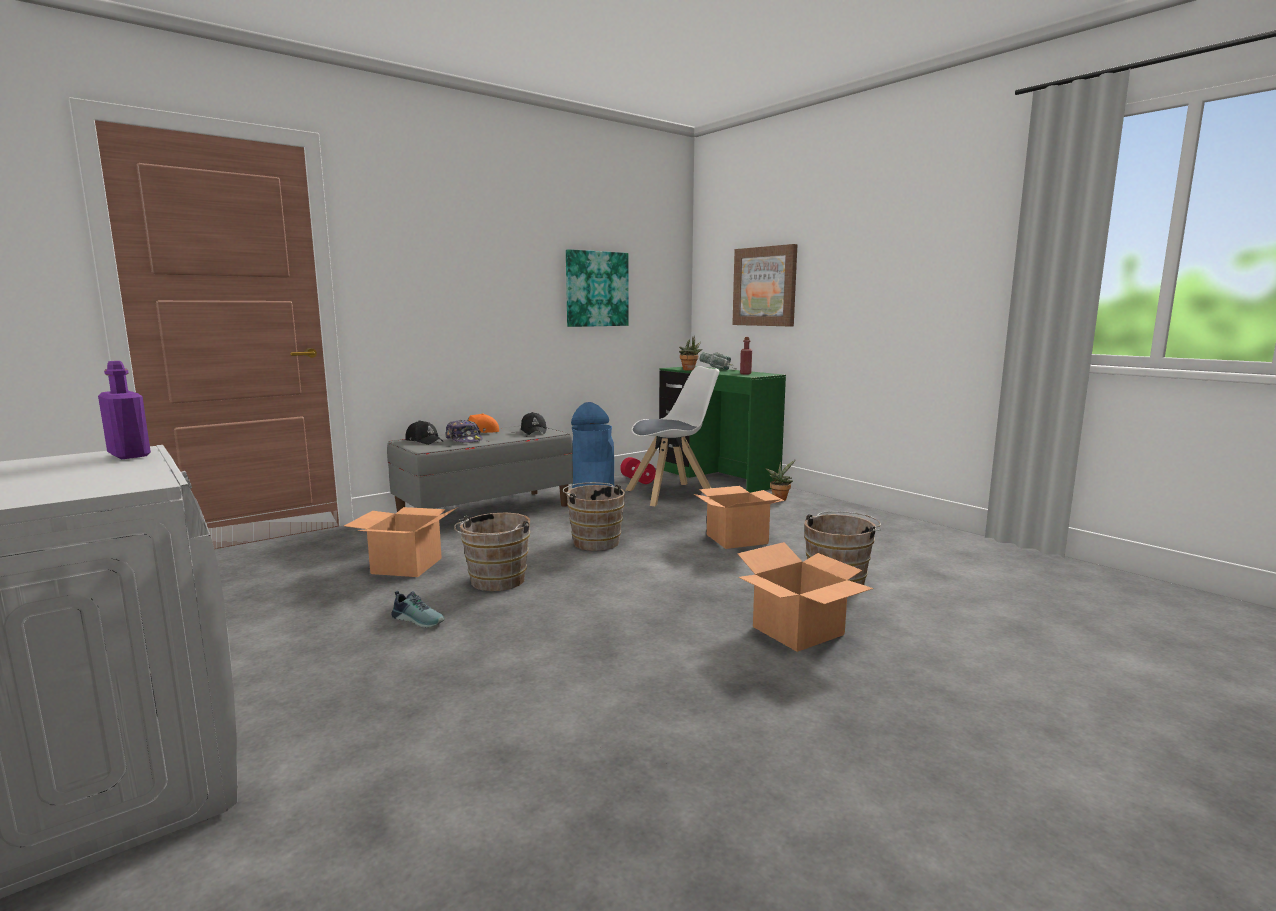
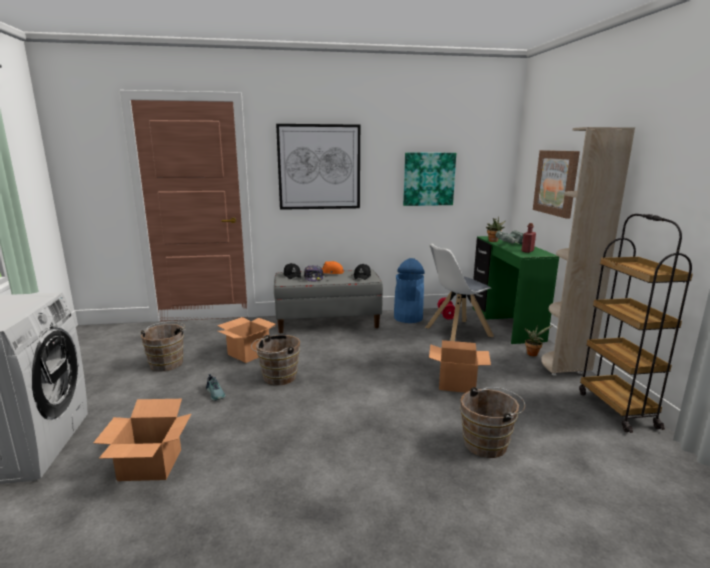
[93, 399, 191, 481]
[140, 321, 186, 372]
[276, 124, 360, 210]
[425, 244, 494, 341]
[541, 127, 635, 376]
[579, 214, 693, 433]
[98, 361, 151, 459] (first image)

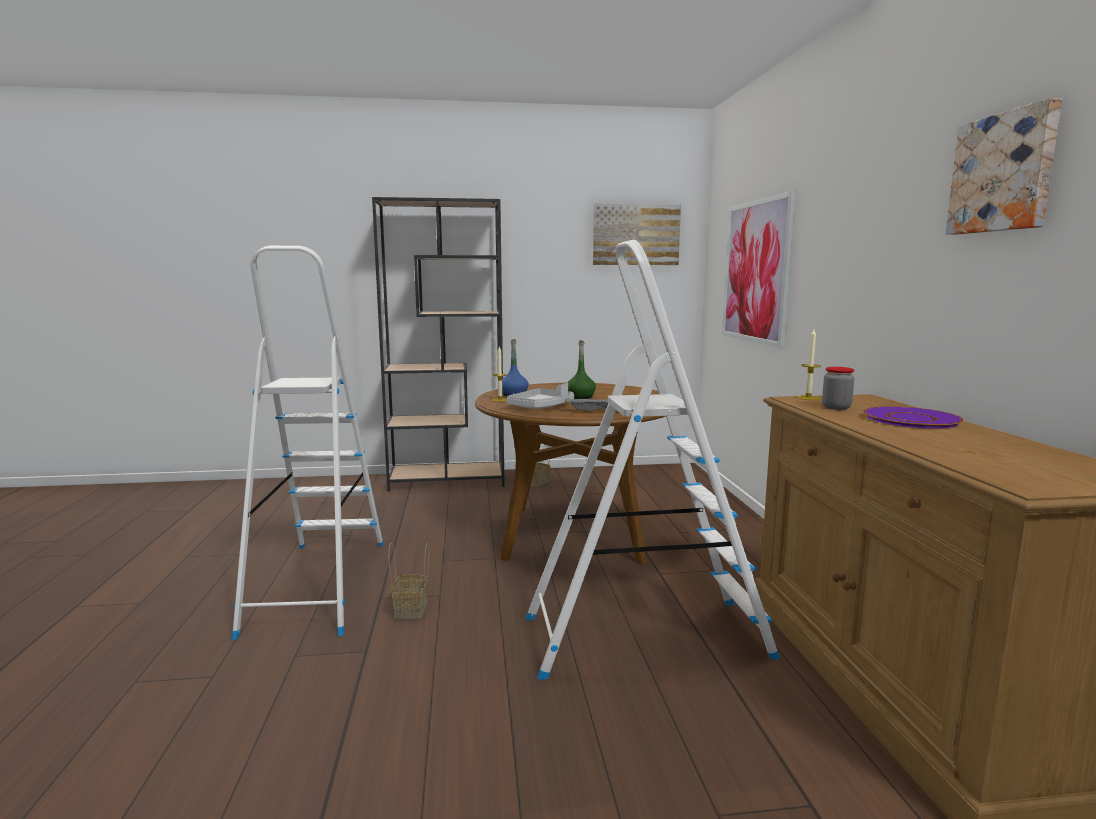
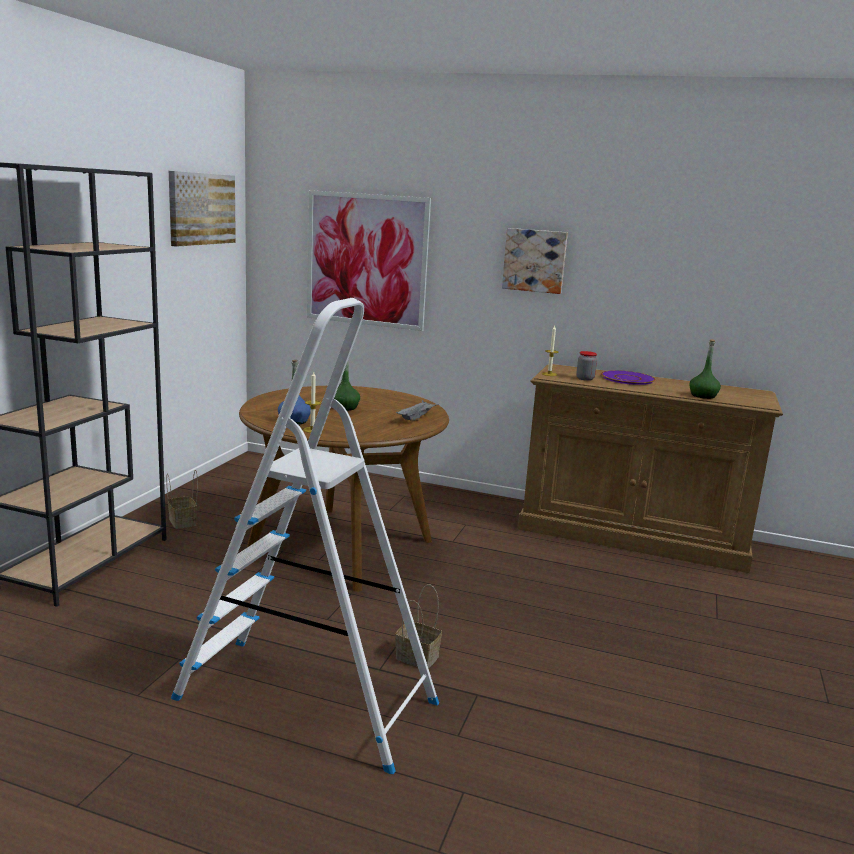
[502, 228, 568, 294]
[689, 339, 721, 399]
[506, 383, 574, 409] (first image)
[525, 240, 780, 680] (first image)

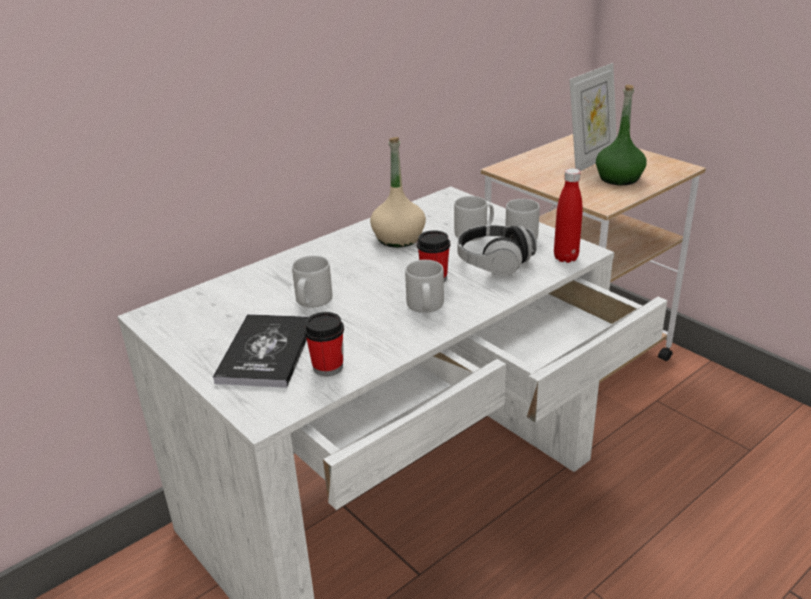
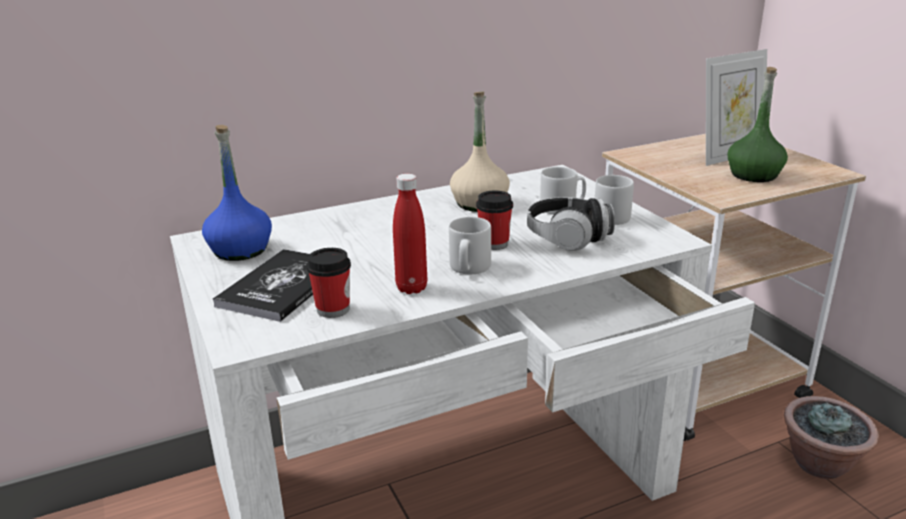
[202, 125, 272, 261]
[393, 174, 427, 294]
[784, 396, 879, 479]
[292, 256, 332, 308] (first image)

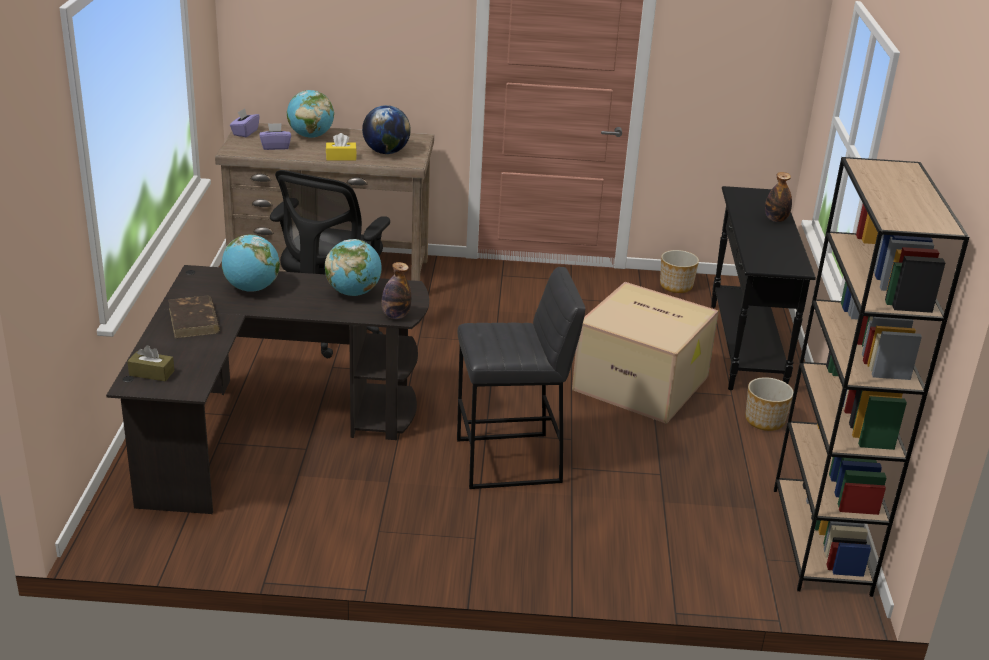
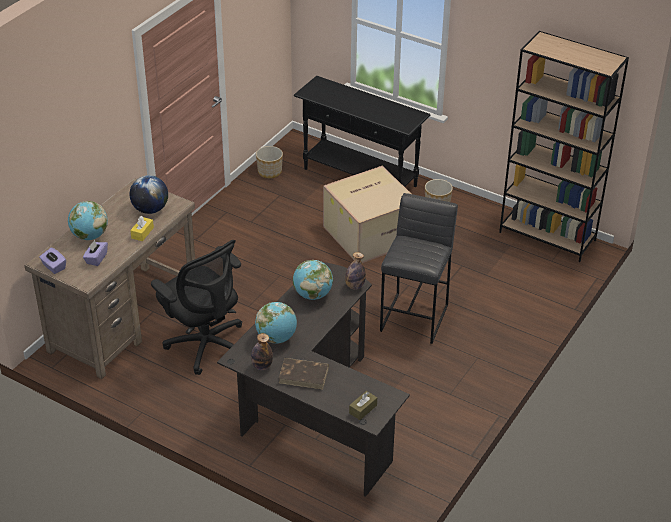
[251, 333, 273, 370]

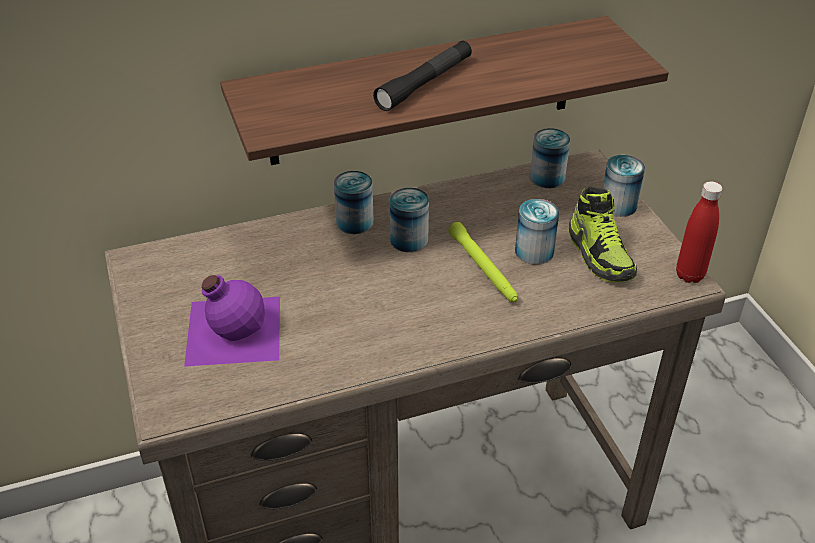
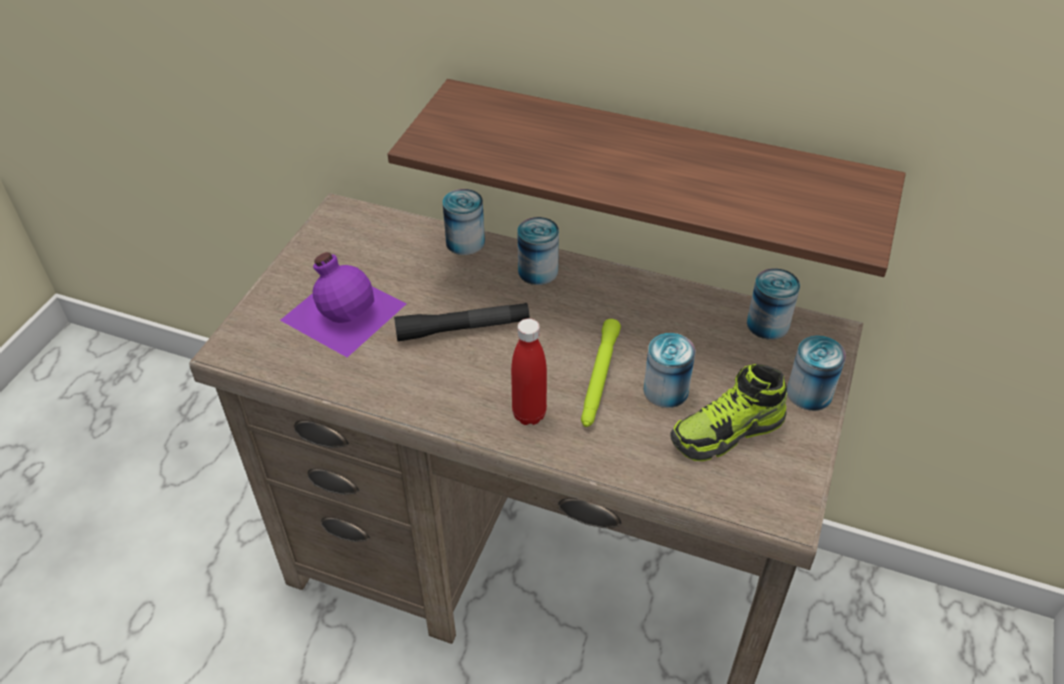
[394, 303, 530, 341]
[442, 189, 485, 255]
[511, 319, 547, 425]
[670, 364, 787, 461]

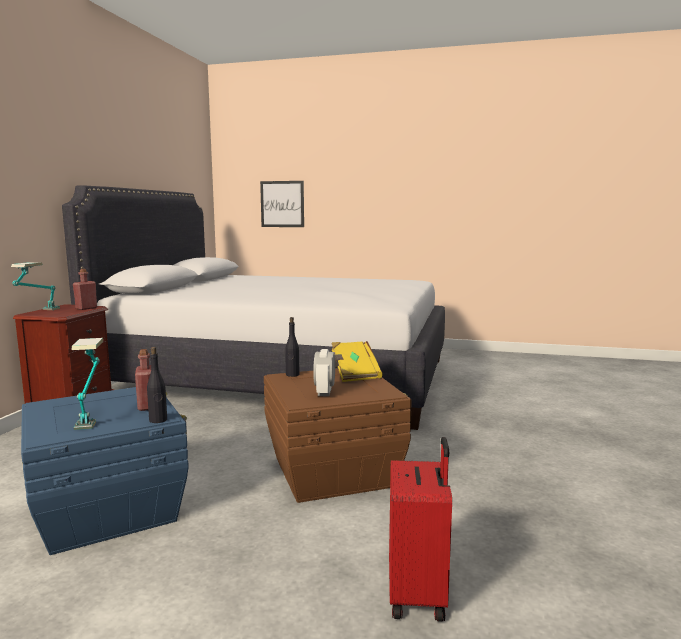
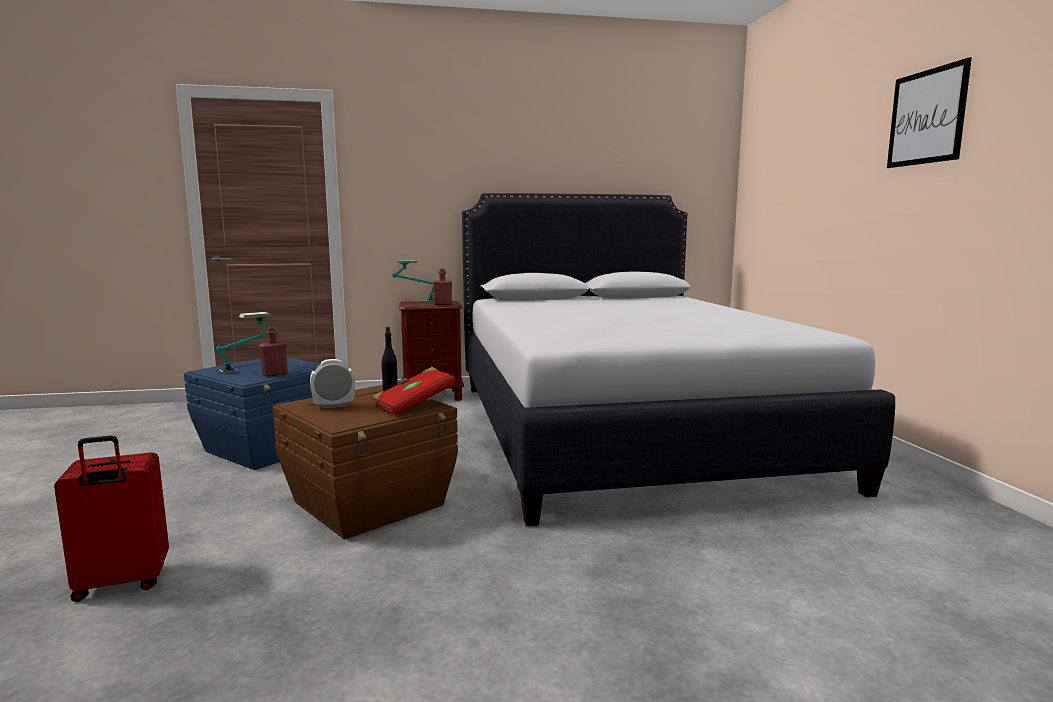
[372, 367, 456, 415]
[887, 57, 972, 168]
[147, 347, 167, 423] (first image)

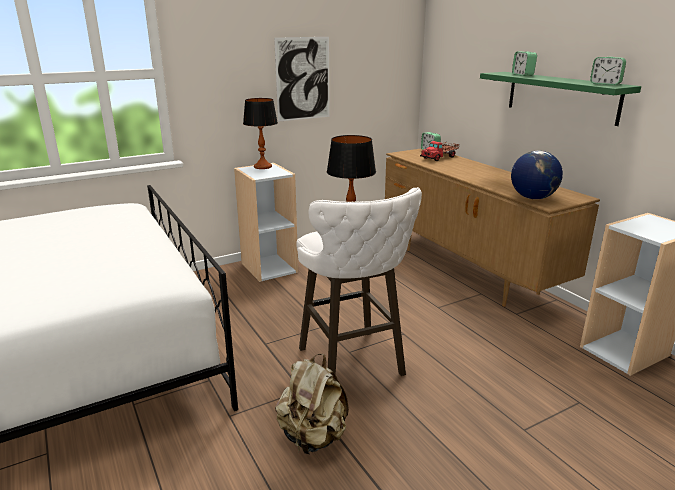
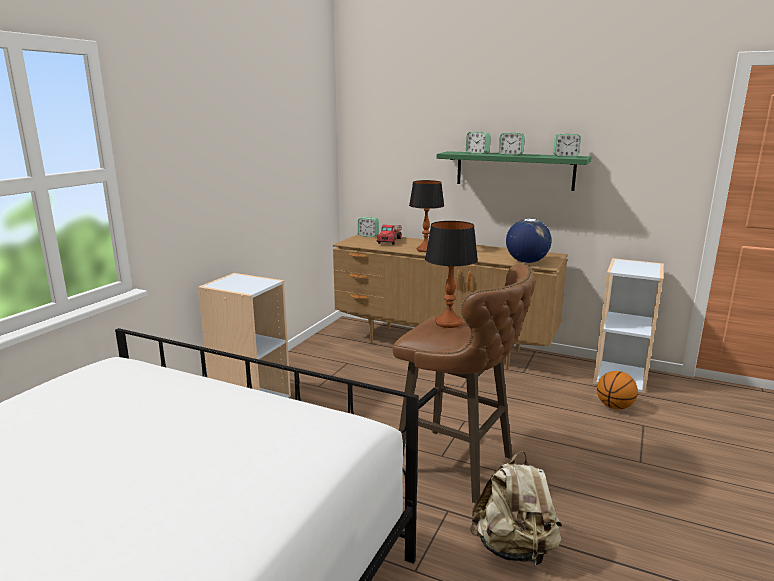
[392, 263, 535, 503]
[409, 180, 444, 252]
[499, 133, 525, 155]
[597, 371, 638, 410]
[274, 37, 330, 122] (first image)

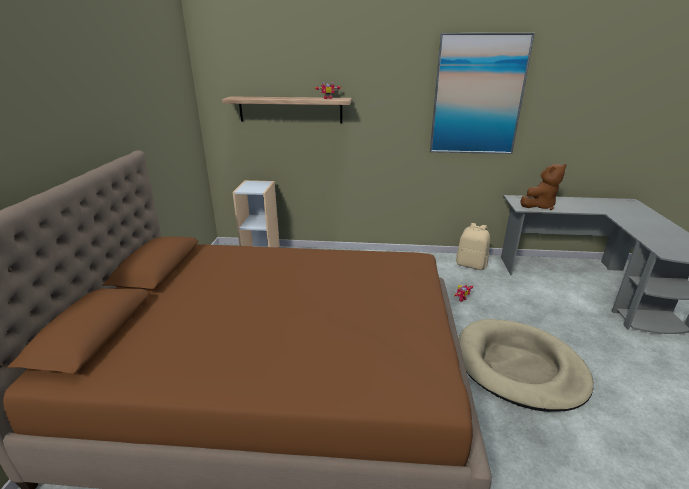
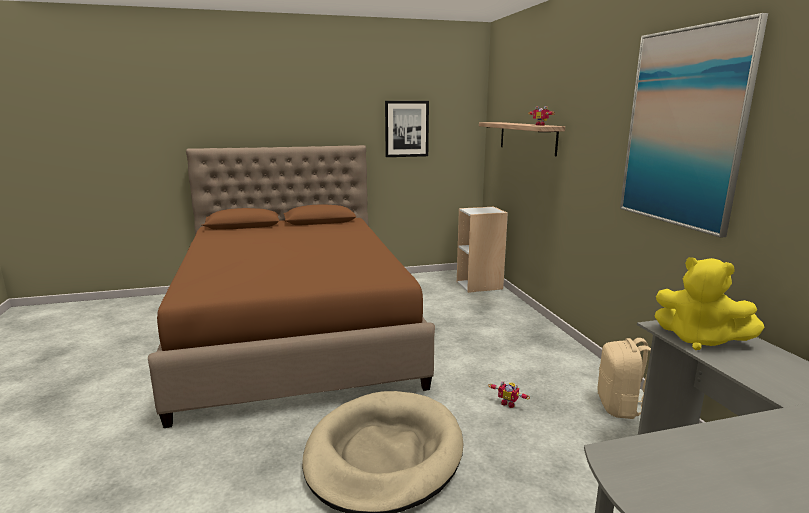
[385, 101, 429, 157]
[655, 257, 765, 350]

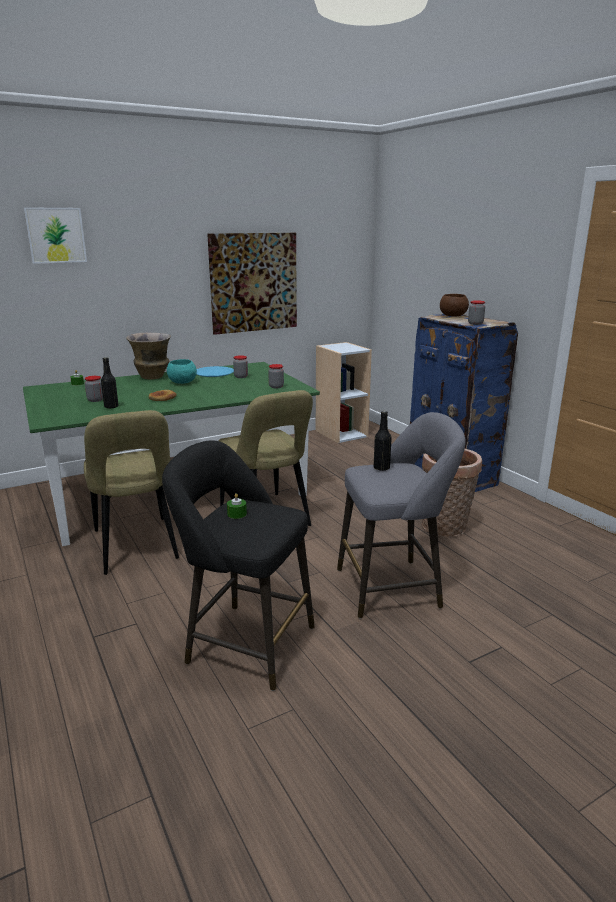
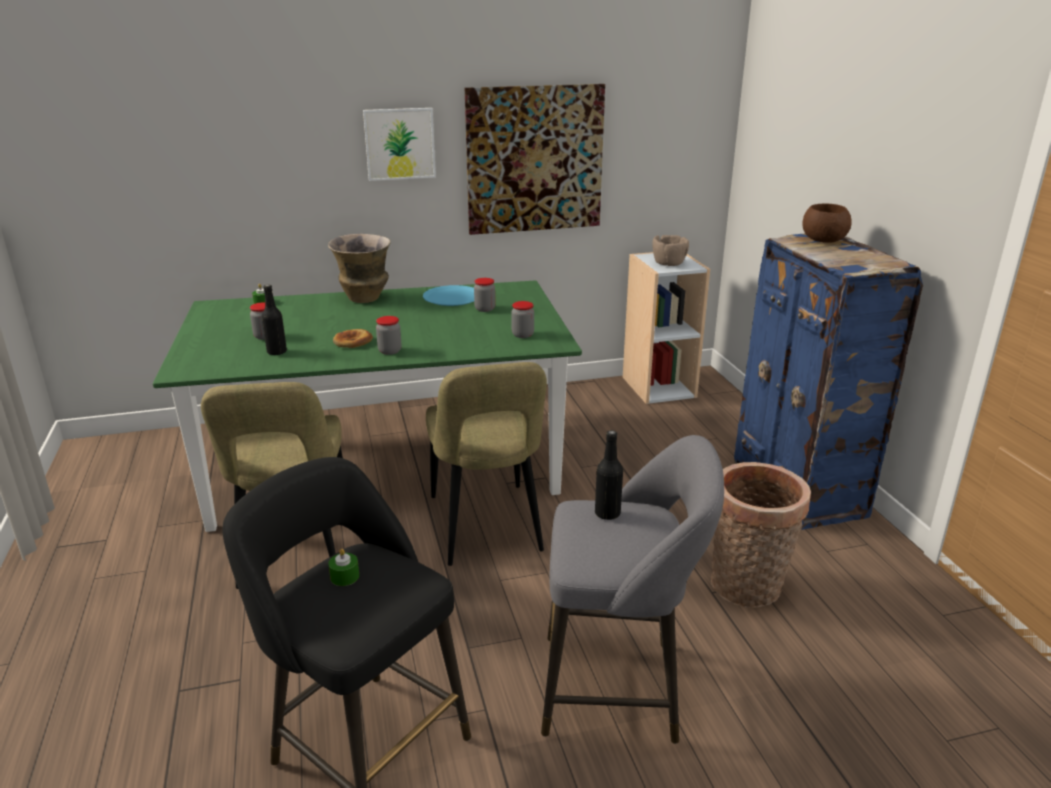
[363, 108, 436, 181]
[376, 316, 401, 355]
[652, 235, 689, 266]
[167, 359, 197, 384] (first image)

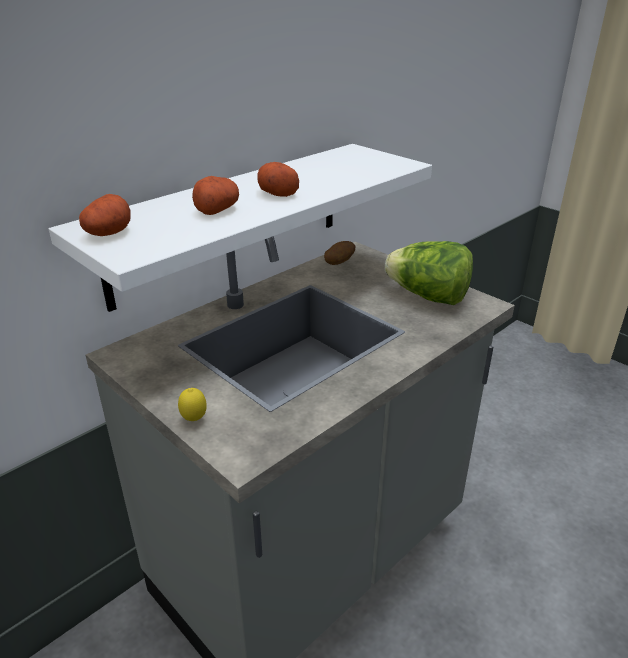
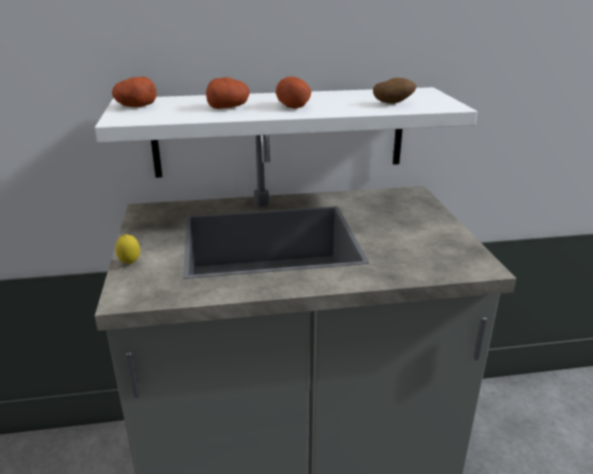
[373, 78, 416, 104]
[385, 241, 473, 305] (first image)

